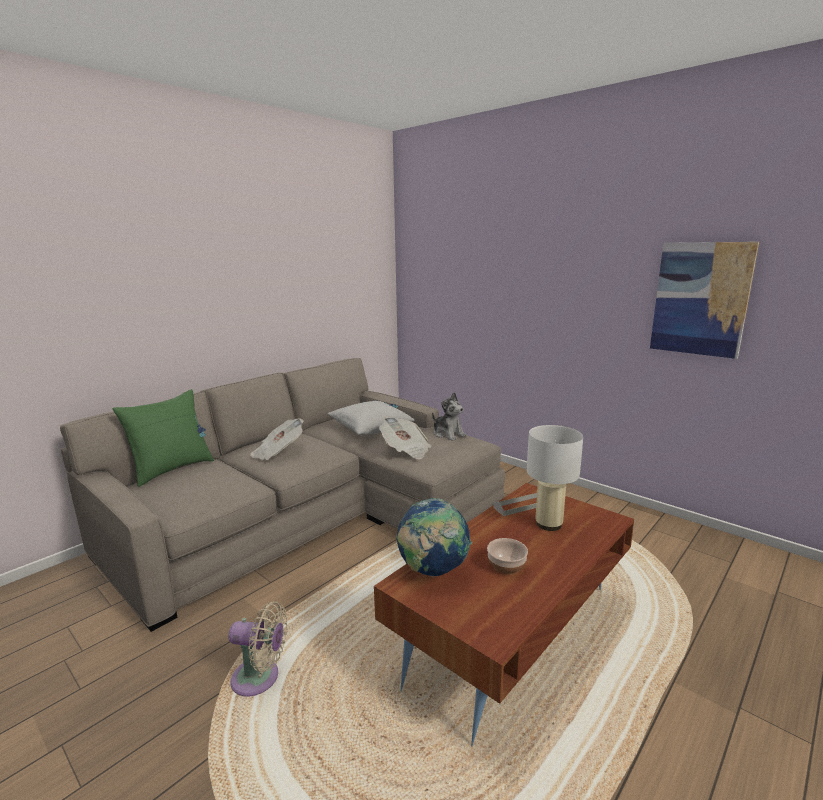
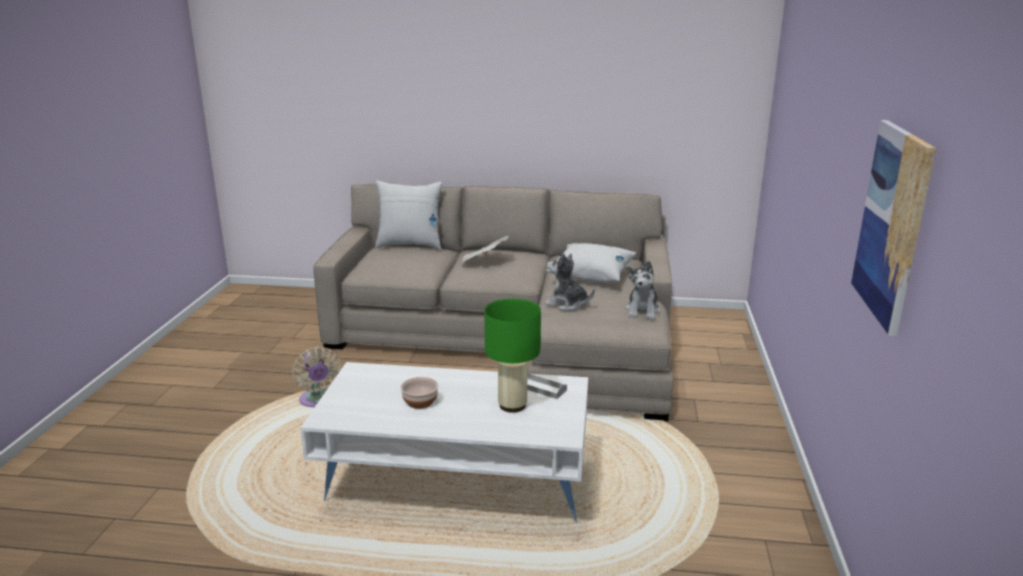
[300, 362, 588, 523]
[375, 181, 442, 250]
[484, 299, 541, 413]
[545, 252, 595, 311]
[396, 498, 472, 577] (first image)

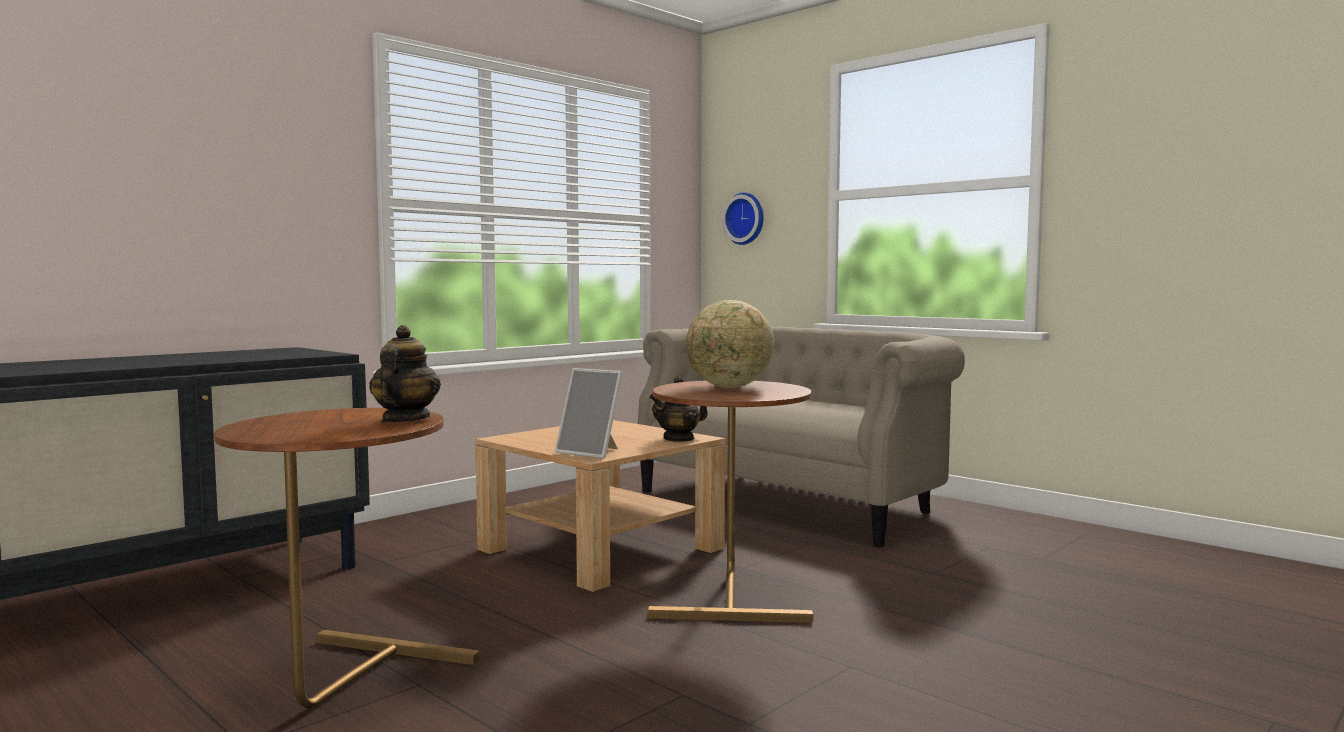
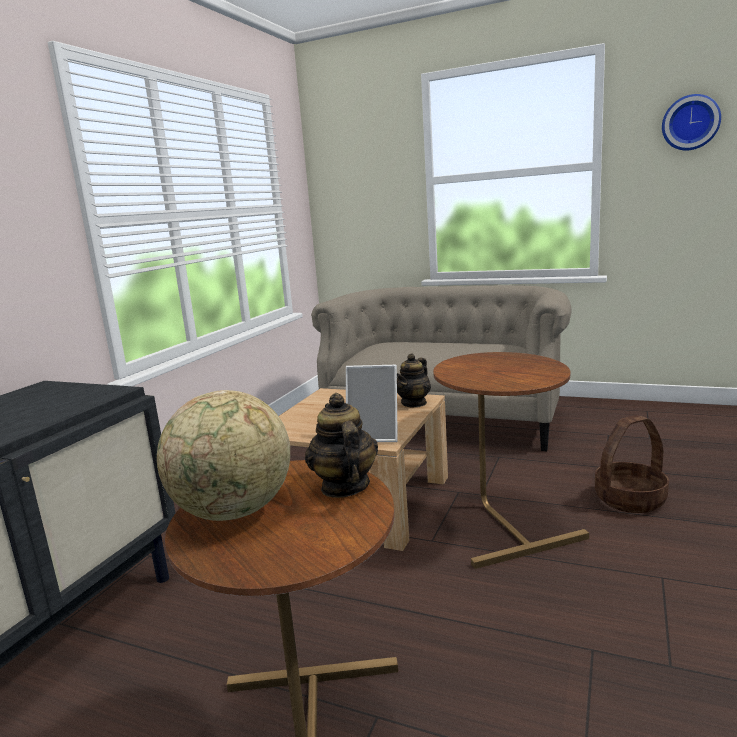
[157, 390, 290, 521]
[595, 415, 669, 513]
[662, 94, 721, 151]

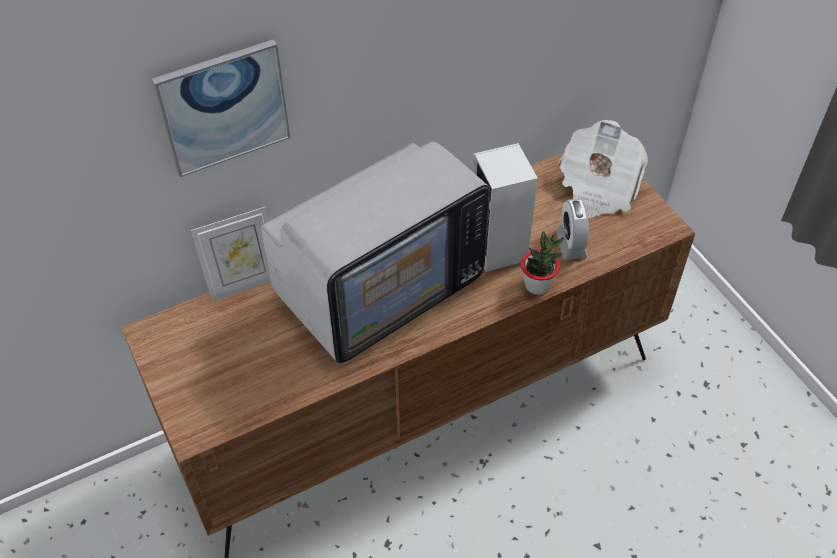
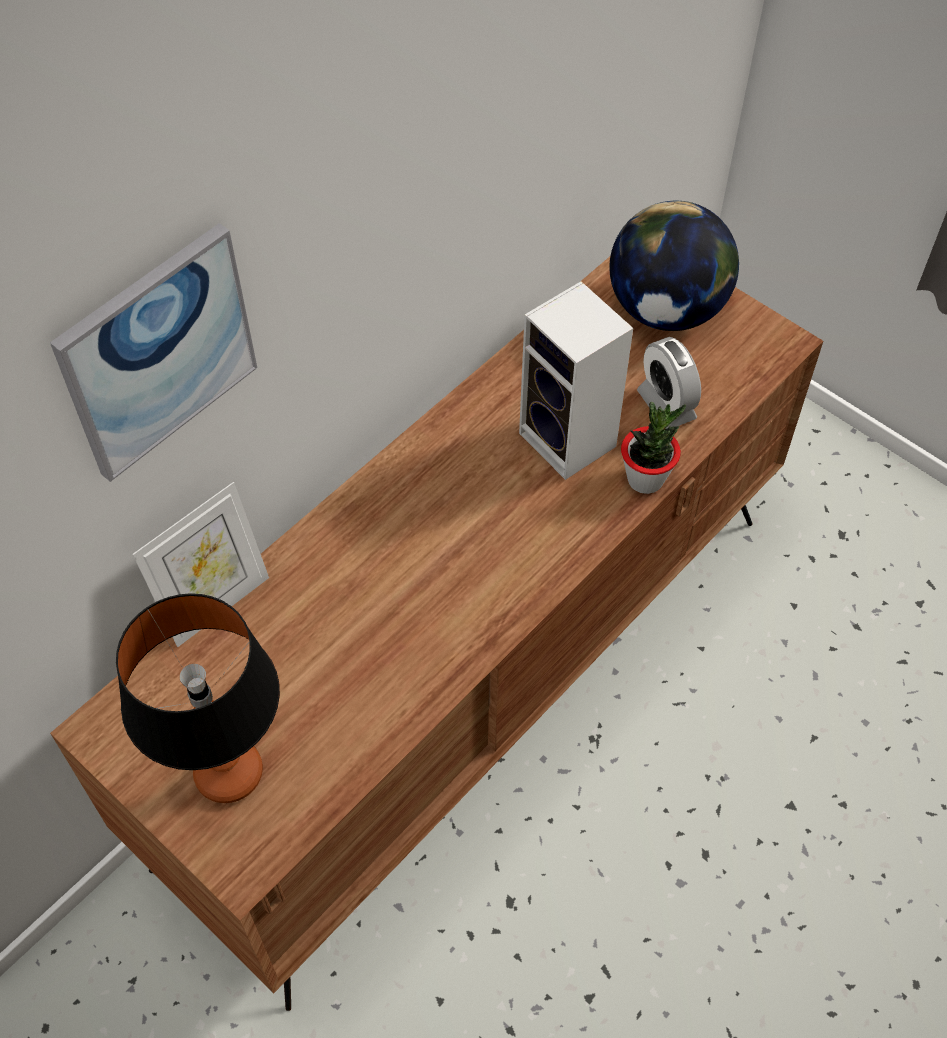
[116, 593, 280, 803]
[609, 201, 739, 331]
[261, 142, 490, 363] (first image)

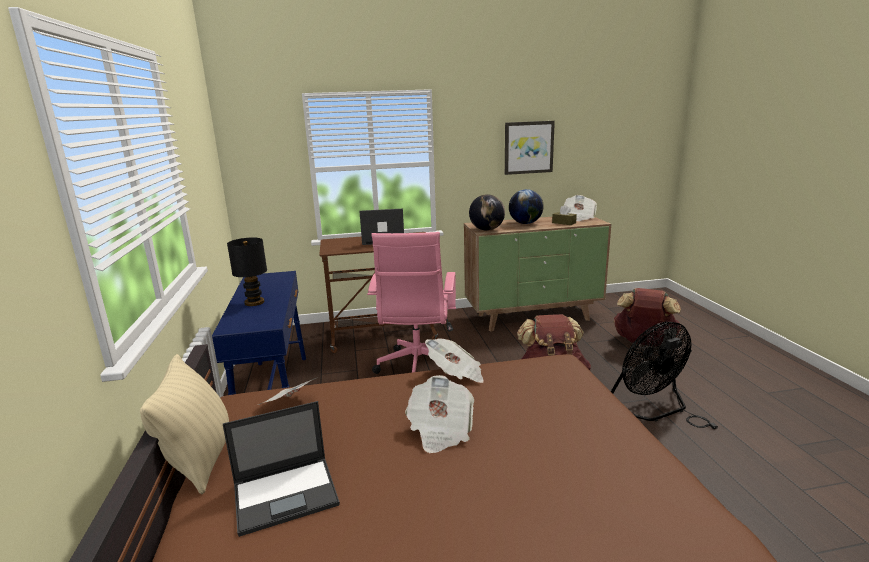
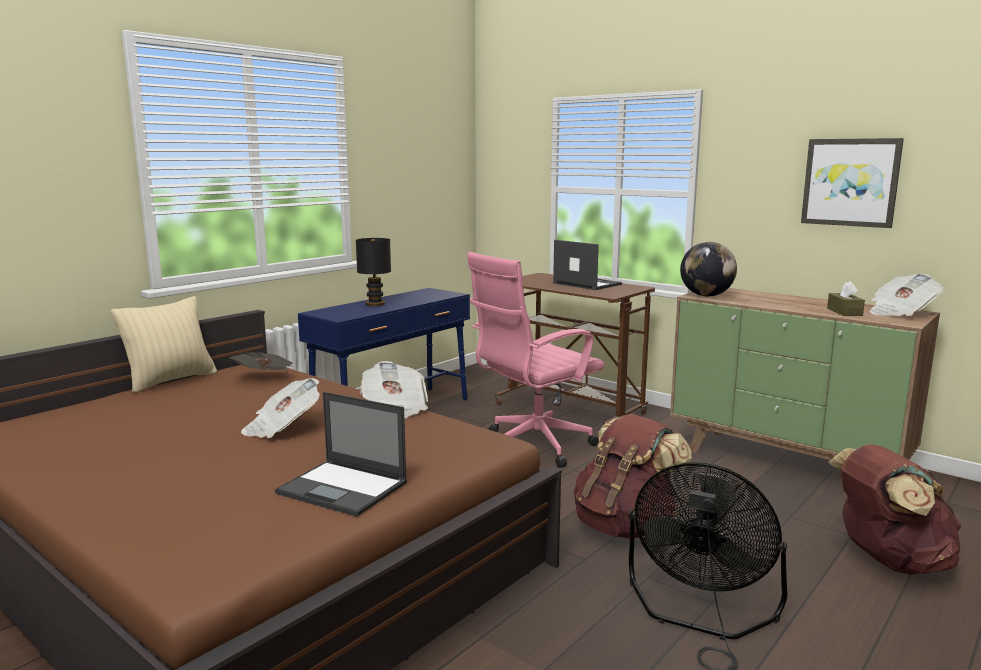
[275, 392, 407, 517]
[509, 189, 544, 224] (first image)

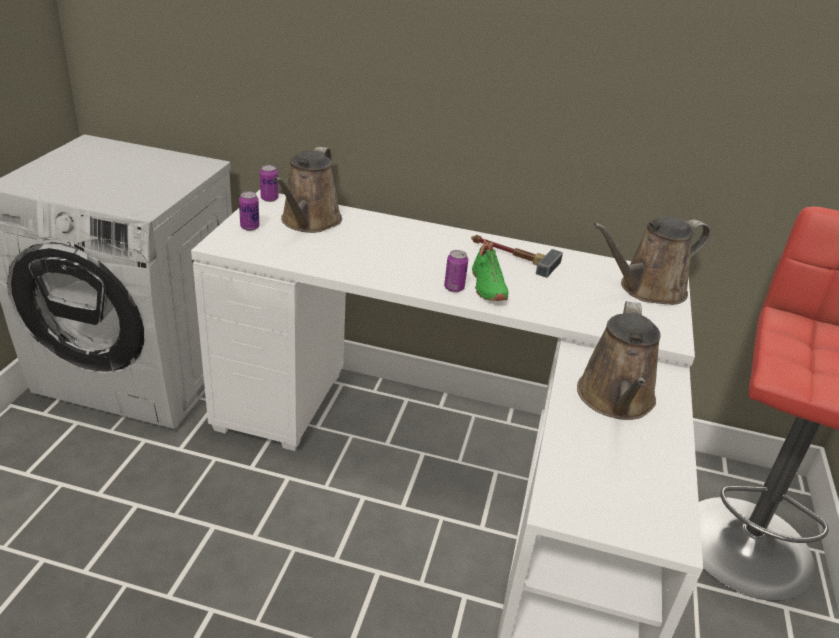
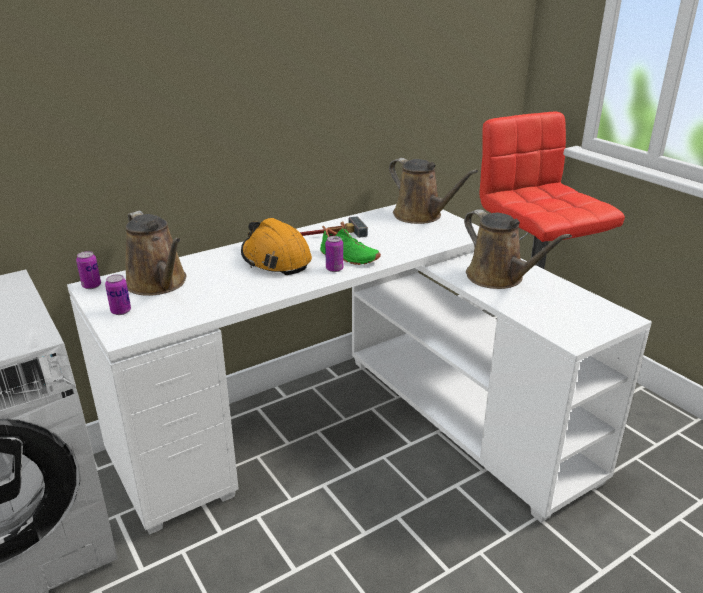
[241, 218, 312, 275]
[389, 158, 478, 224]

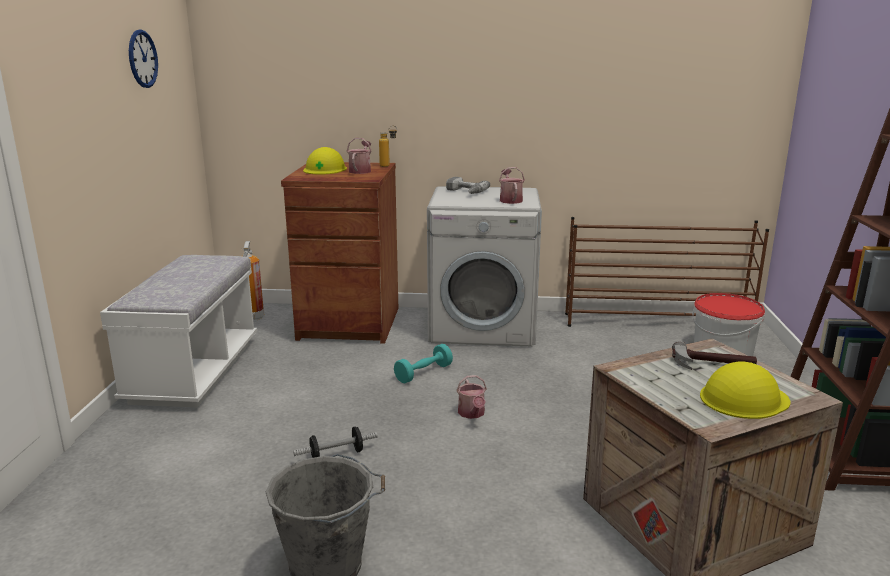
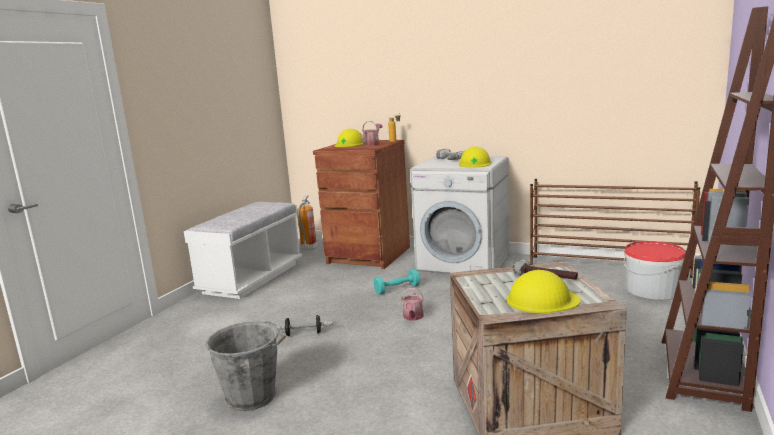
[459, 147, 492, 168]
[129, 30, 158, 88] (first image)

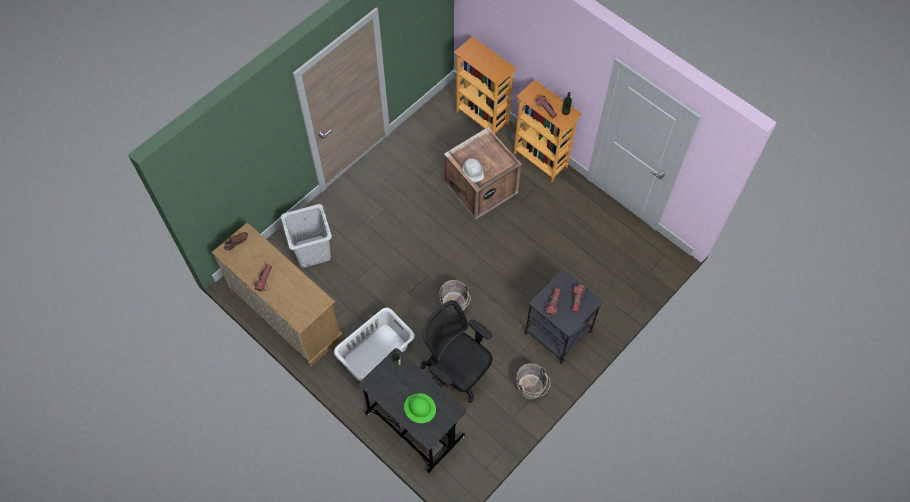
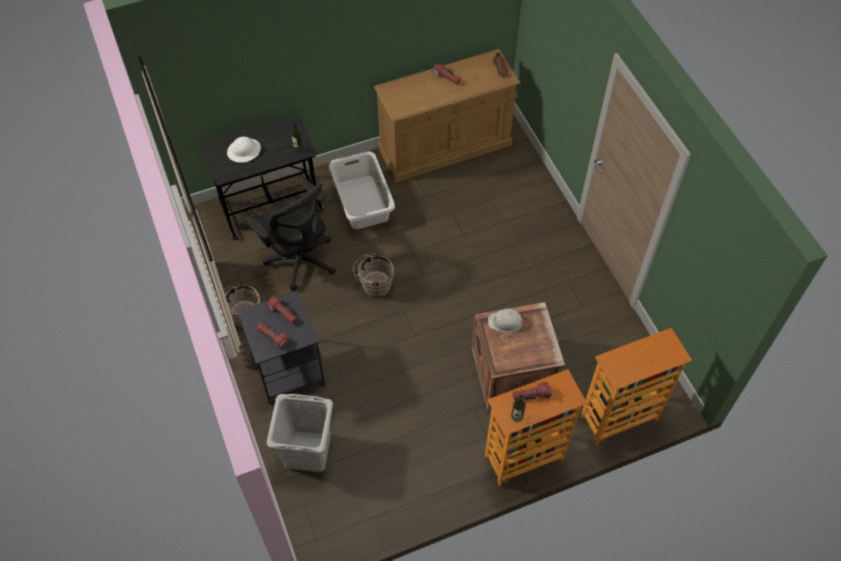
[227, 137, 261, 163]
[247, 181, 336, 291]
[267, 394, 333, 472]

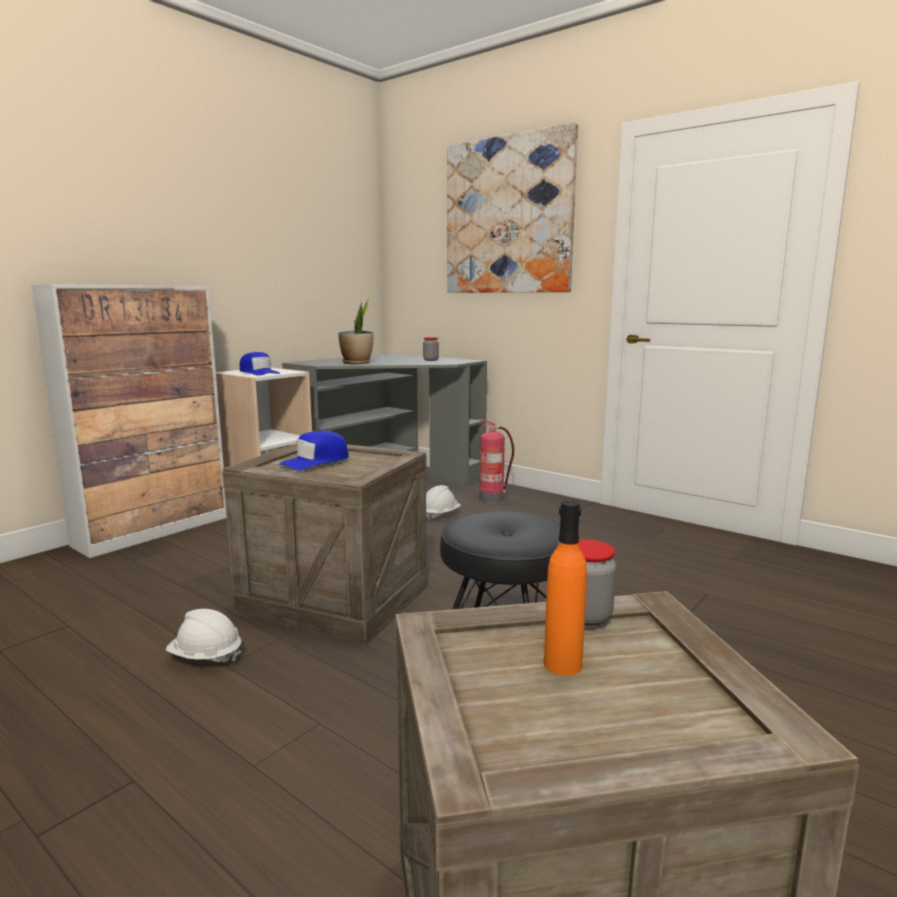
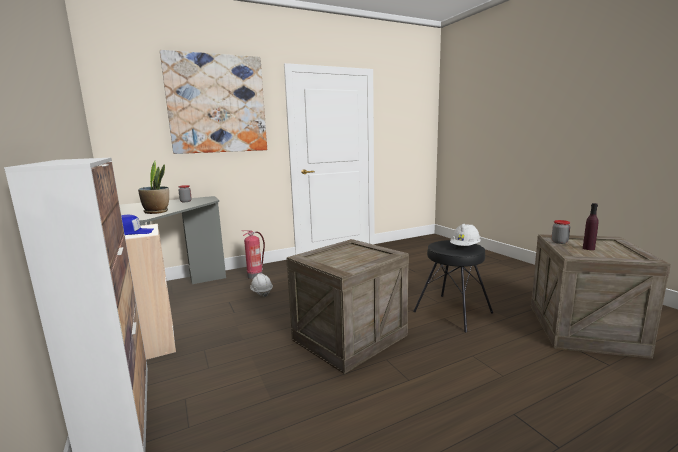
[450, 224, 481, 246]
[583, 203, 599, 250]
[279, 431, 349, 470] (first image)

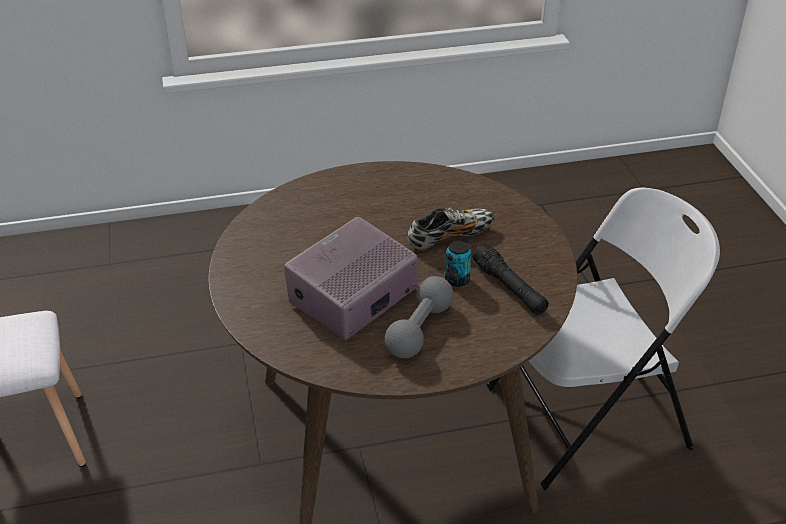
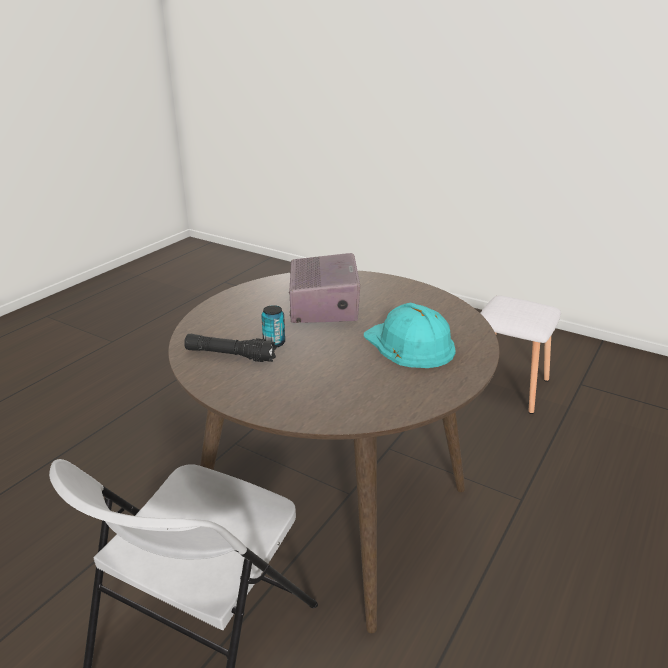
[364, 303, 456, 368]
[385, 276, 454, 358] (first image)
[408, 208, 495, 250] (first image)

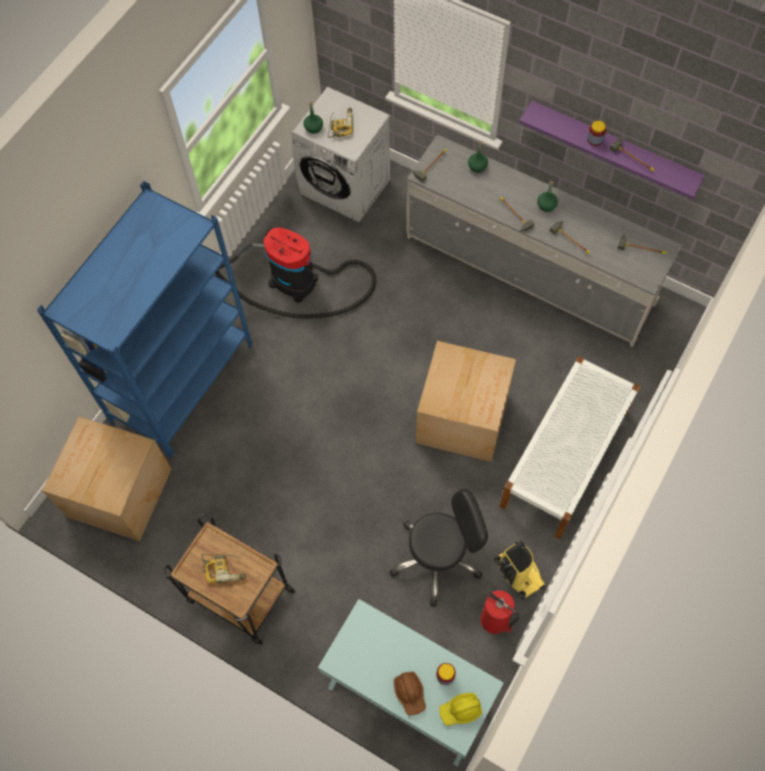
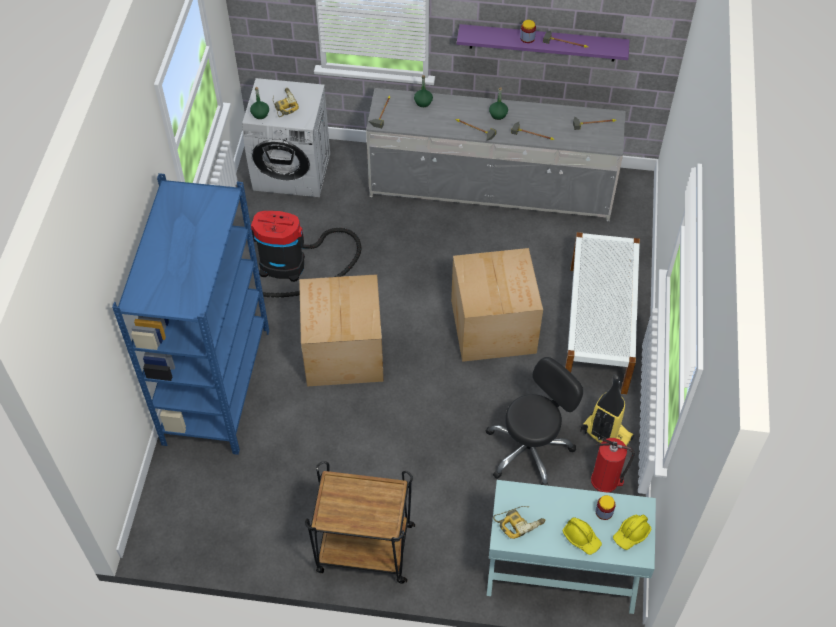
[299, 274, 384, 386]
[493, 506, 545, 539]
[563, 517, 602, 555]

